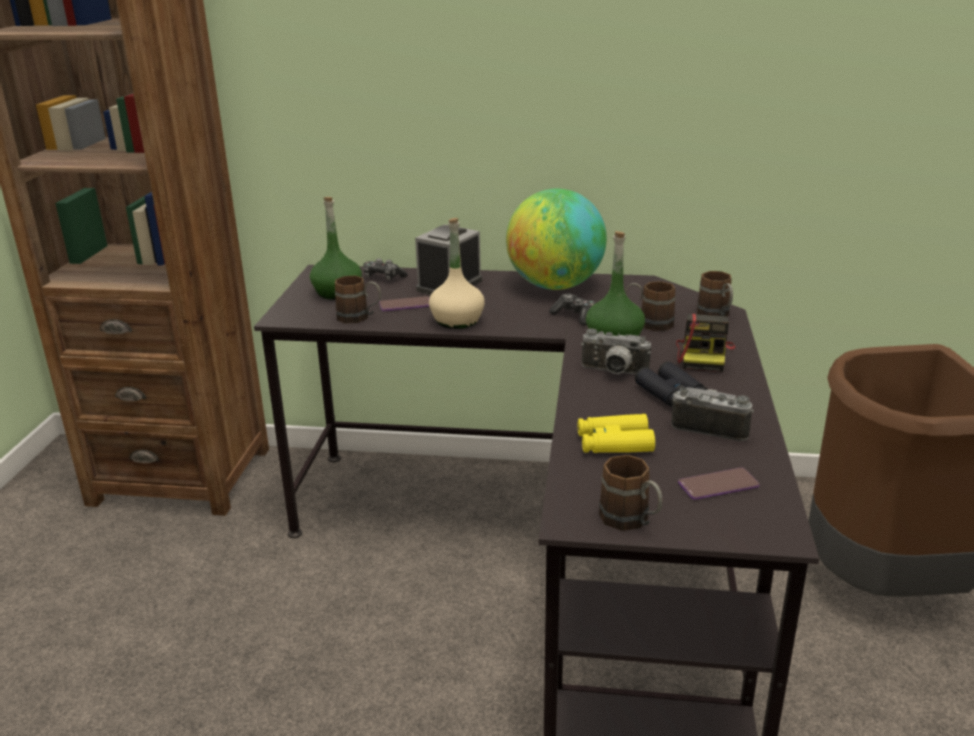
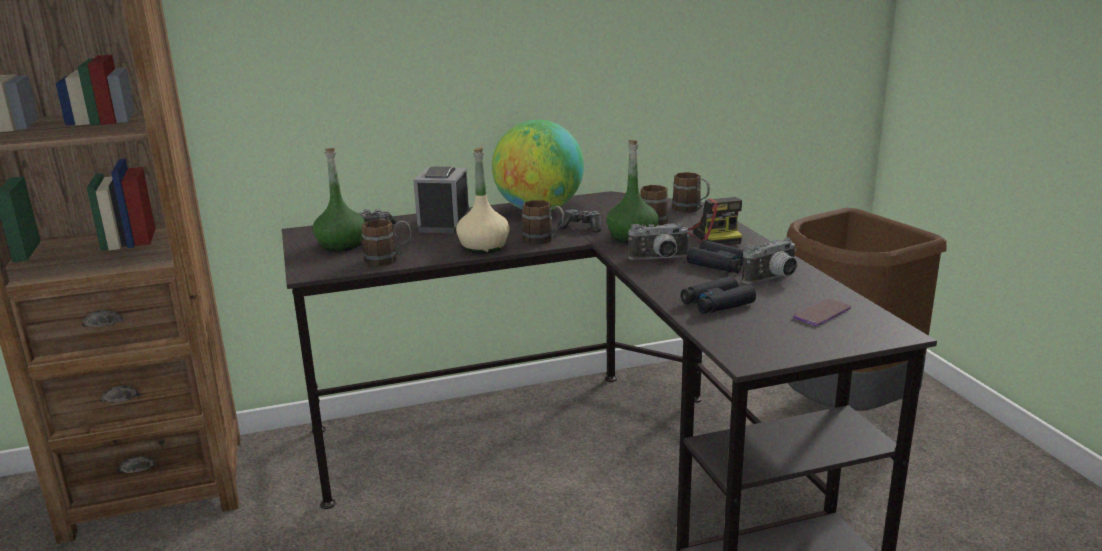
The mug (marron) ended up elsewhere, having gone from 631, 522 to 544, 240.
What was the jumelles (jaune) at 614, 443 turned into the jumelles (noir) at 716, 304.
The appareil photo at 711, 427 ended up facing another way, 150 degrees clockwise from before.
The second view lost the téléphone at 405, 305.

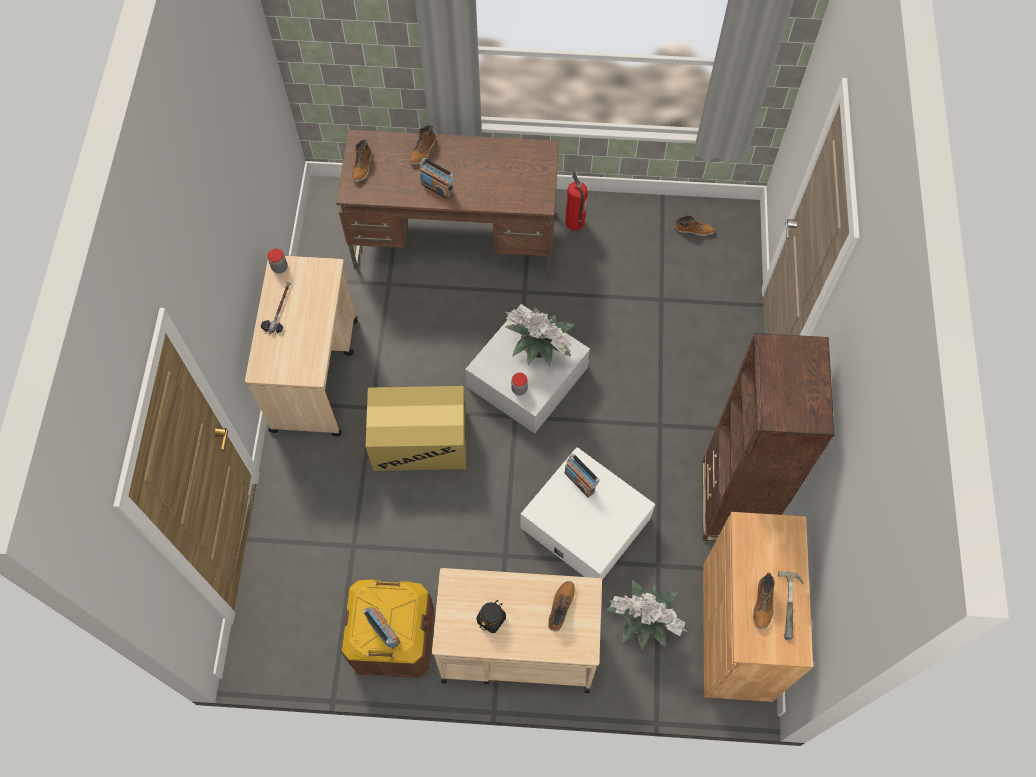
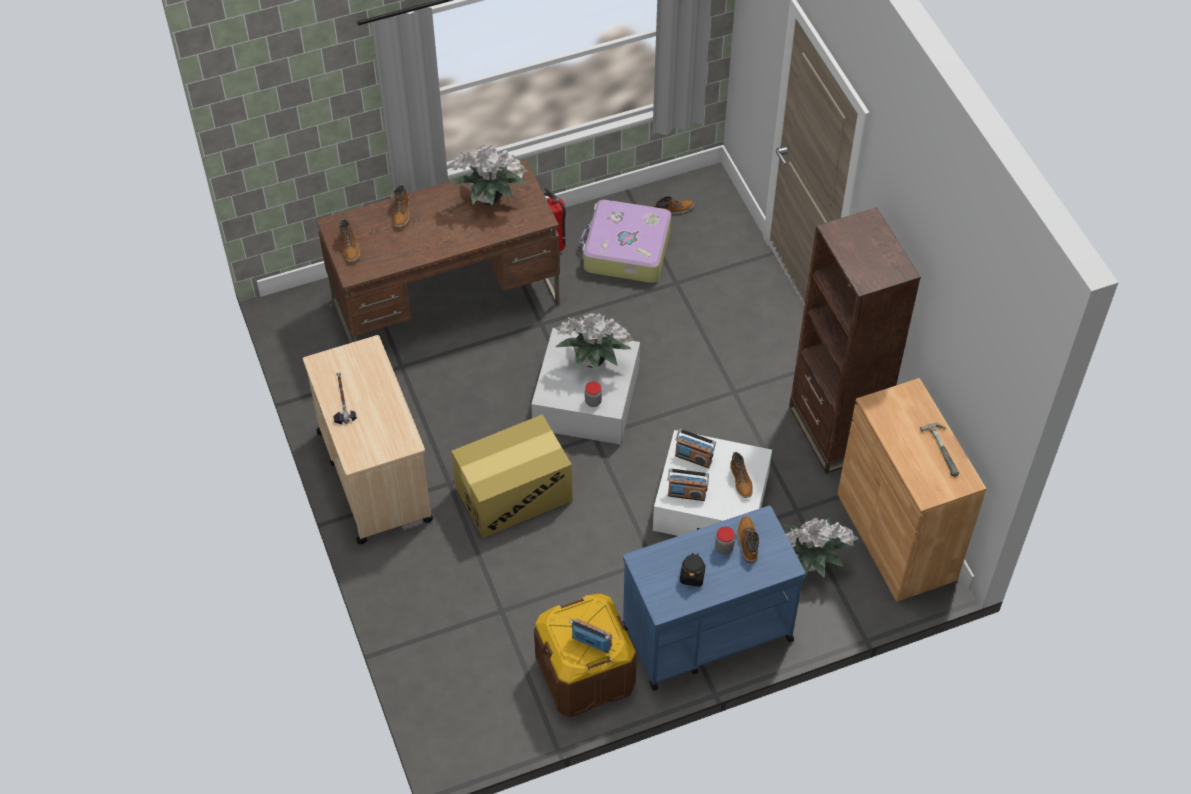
The second view gained the plante en pot at 491, 200.
The second view gained the valise at 625, 250.
What was the chariot (beige) at 516, 648 turned into the chariot (bleu) at 706, 633.
The radio ended up elsewhere, having gone from 437, 188 to 686, 494.
The bocal ended up elsewhere, having gone from 280, 267 to 724, 548.
The botte ended up elsewhere, having gone from 763, 604 to 741, 480.

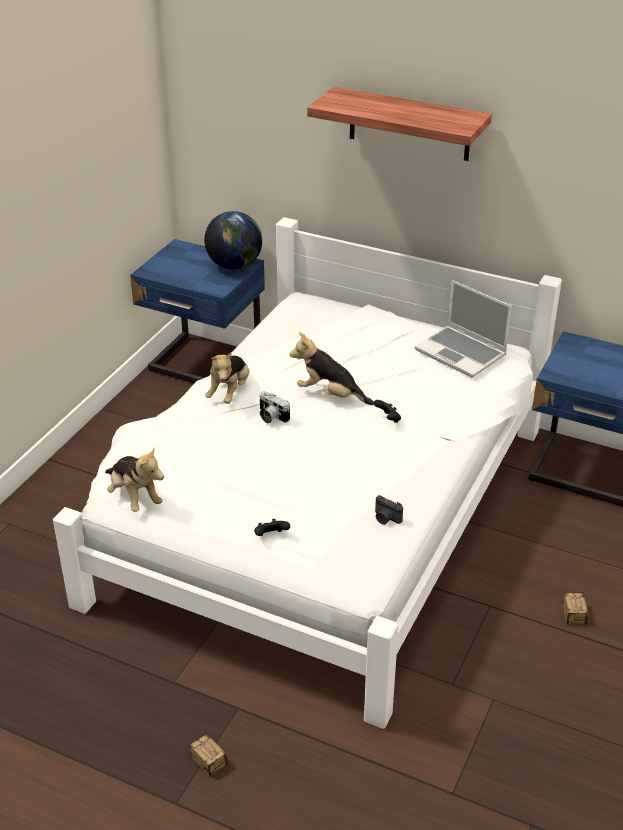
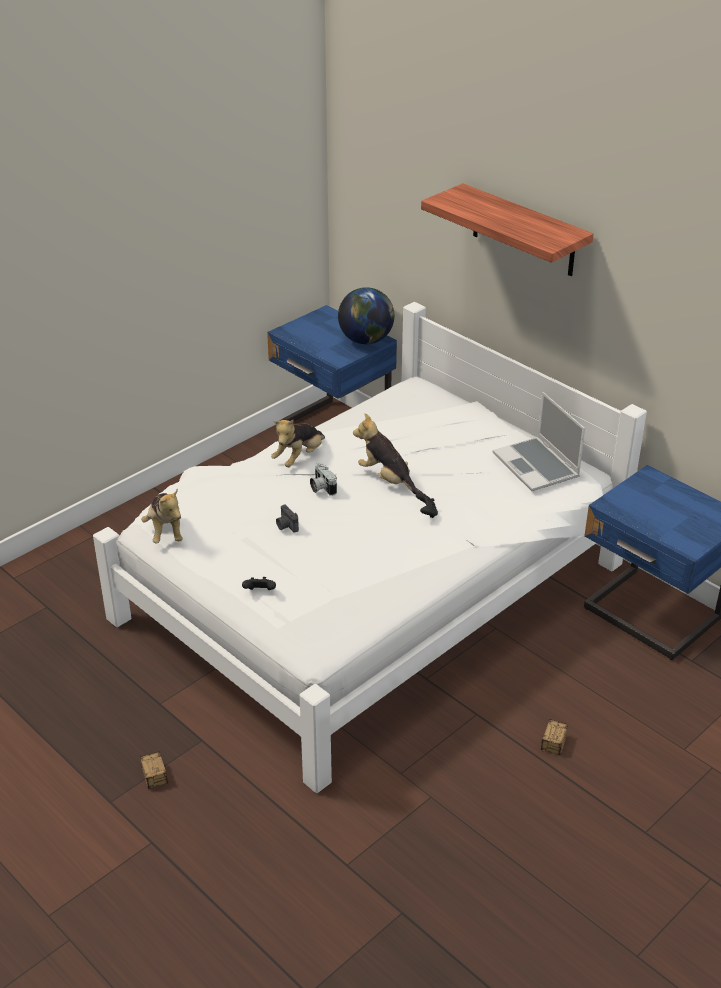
The appareil photo ended up elsewhere, having gone from 386, 518 to 286, 526.

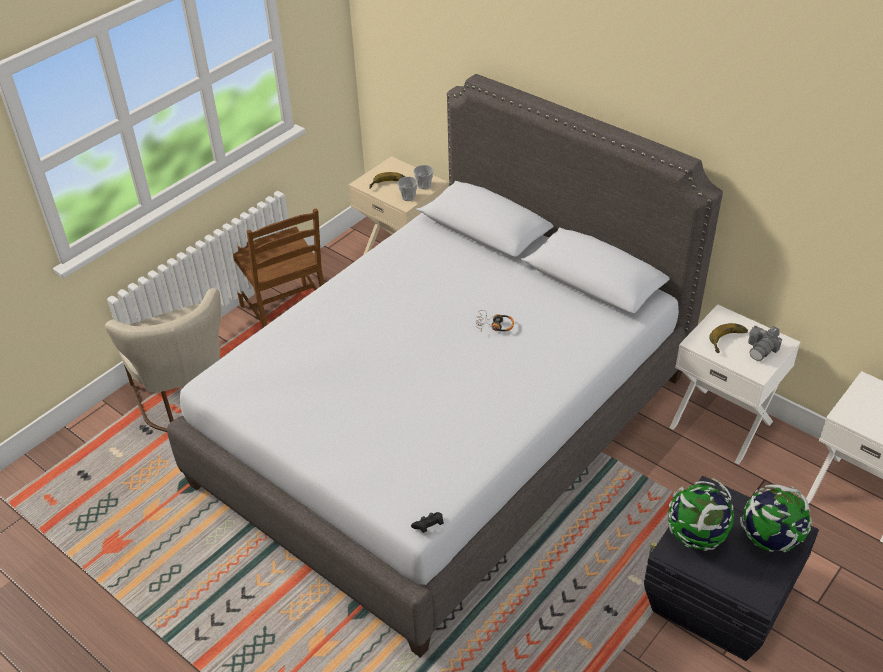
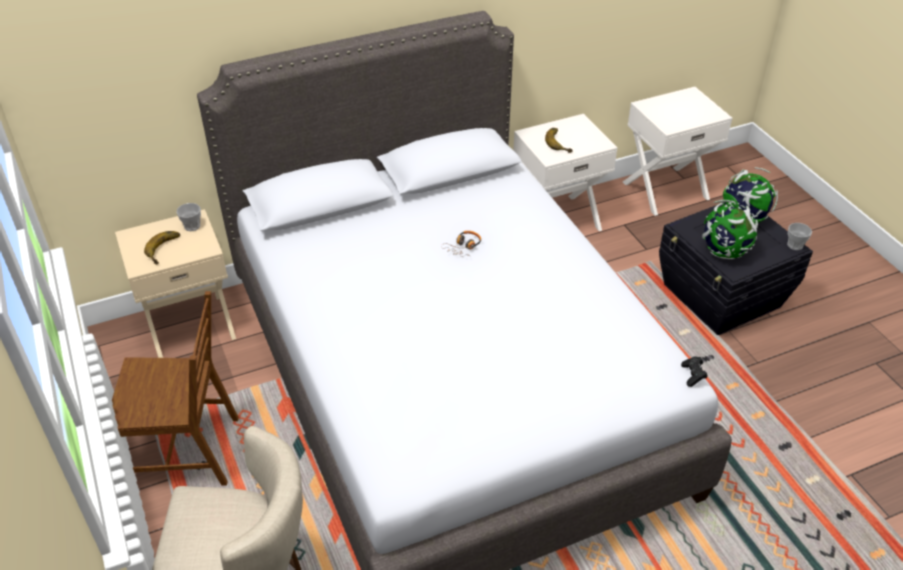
The tasse ended up elsewhere, having gone from 408, 197 to 795, 245.
The second view lost the appareil photo at 762, 349.

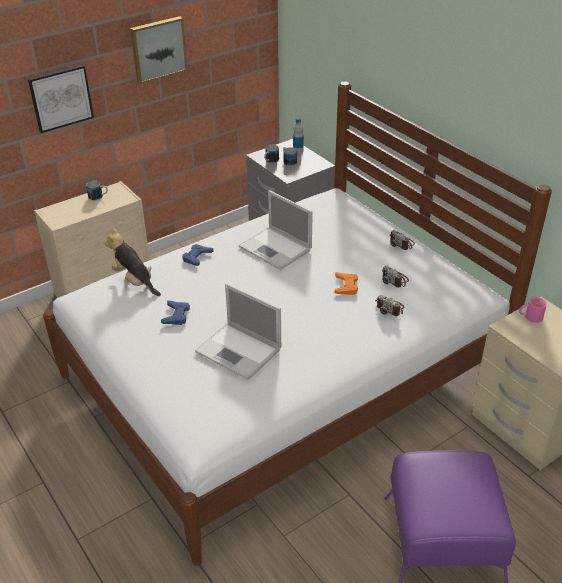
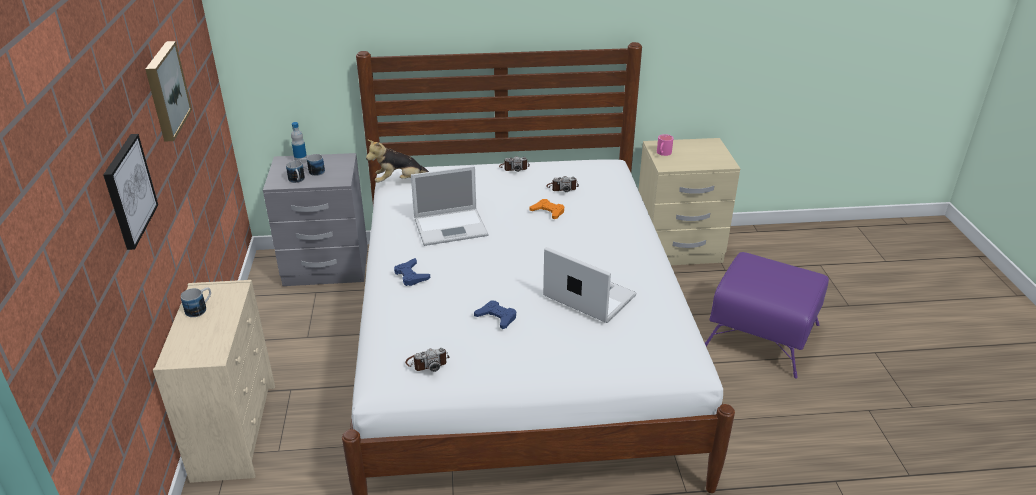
The peluche ended up elsewhere, having gone from 135, 281 to 400, 181.
The appareil photo ended up elsewhere, having gone from 390, 308 to 427, 362.
The ordinateur portable at 240, 351 ended up facing another way, 120 degrees counterclockwise from before.

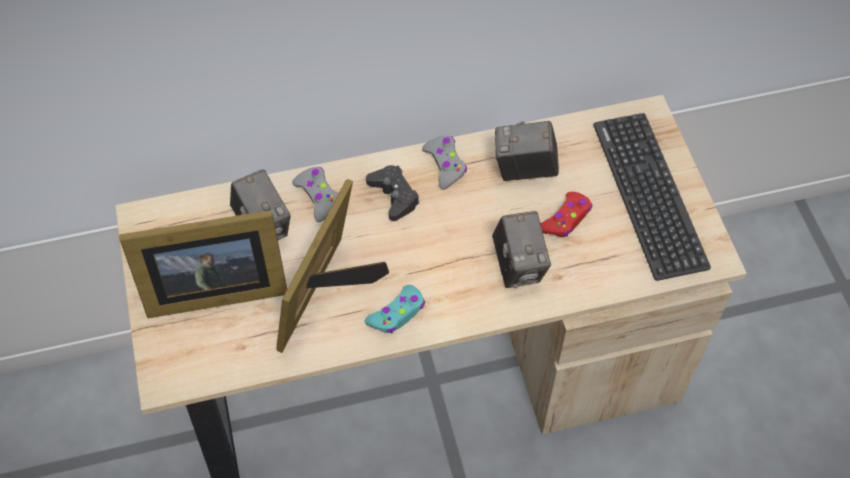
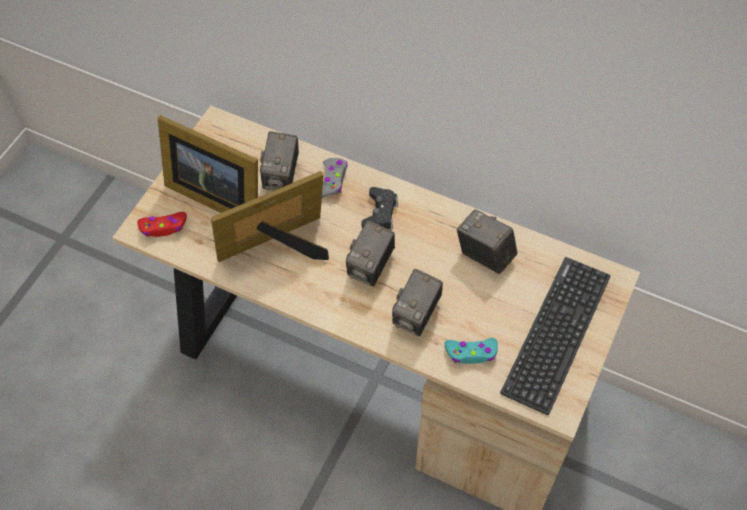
The manette (rouge) ended up elsewhere, having gone from 566, 219 to 163, 227.
The second view gained the appareil photo at 370, 267.
The manette (turquoise) ended up elsewhere, having gone from 397, 314 to 471, 353.
The second view lost the manette (gris) at 445, 165.

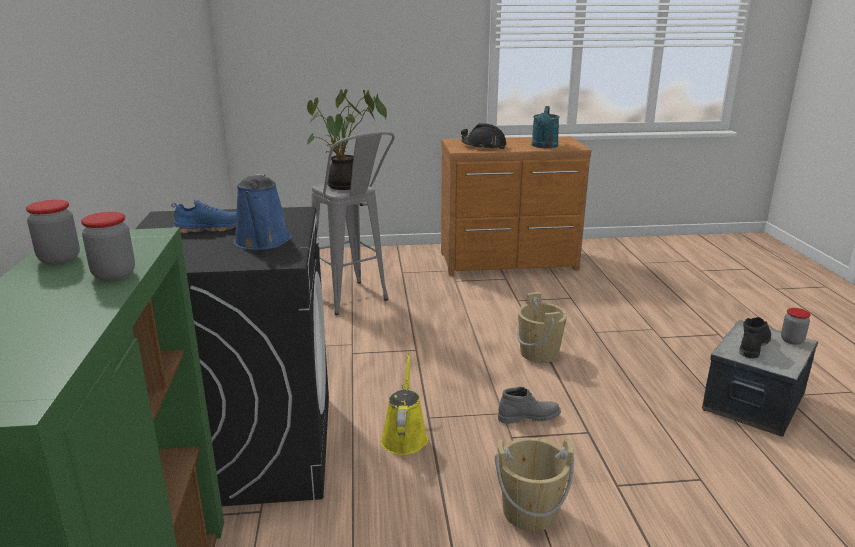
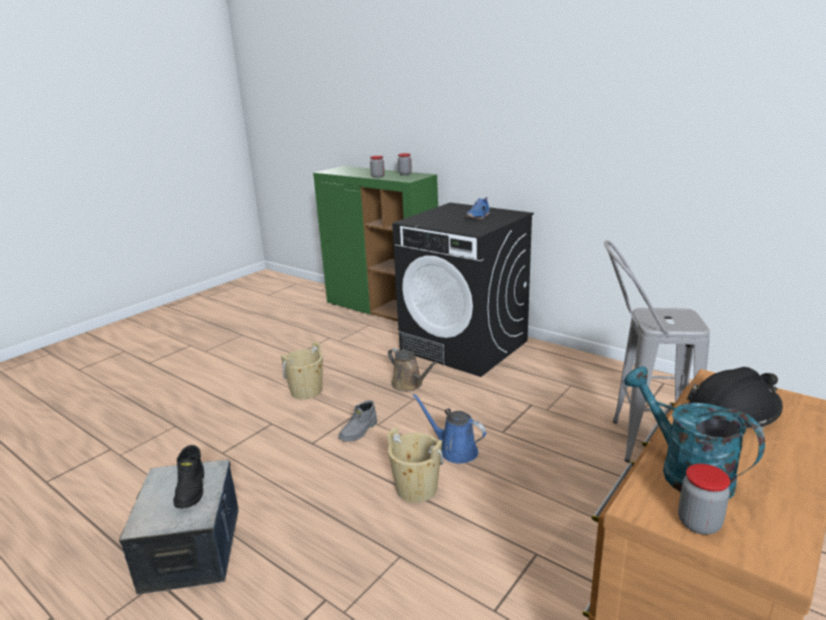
What was the arrosoir (jaune) at 404, 436 turned into the arrosoir (marron) at 409, 384.
The arrosoir (bleu) ended up elsewhere, having gone from 262, 242 to 455, 450.
The bocal ended up elsewhere, having gone from 792, 340 to 699, 523.
The second view lost the plante en pot at 345, 187.

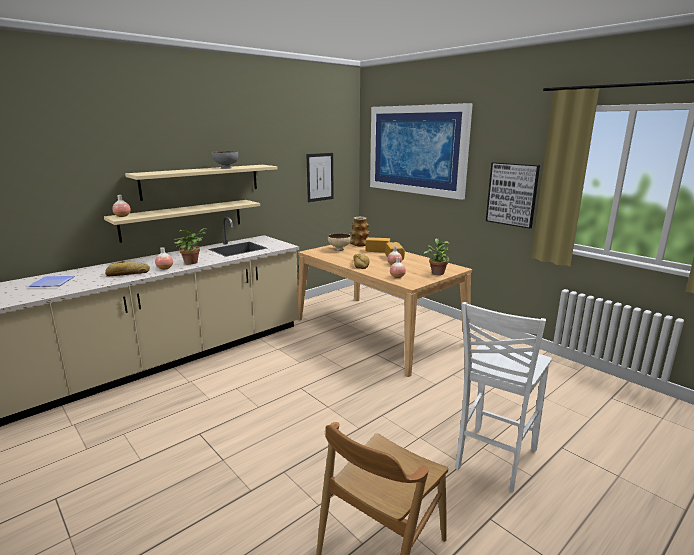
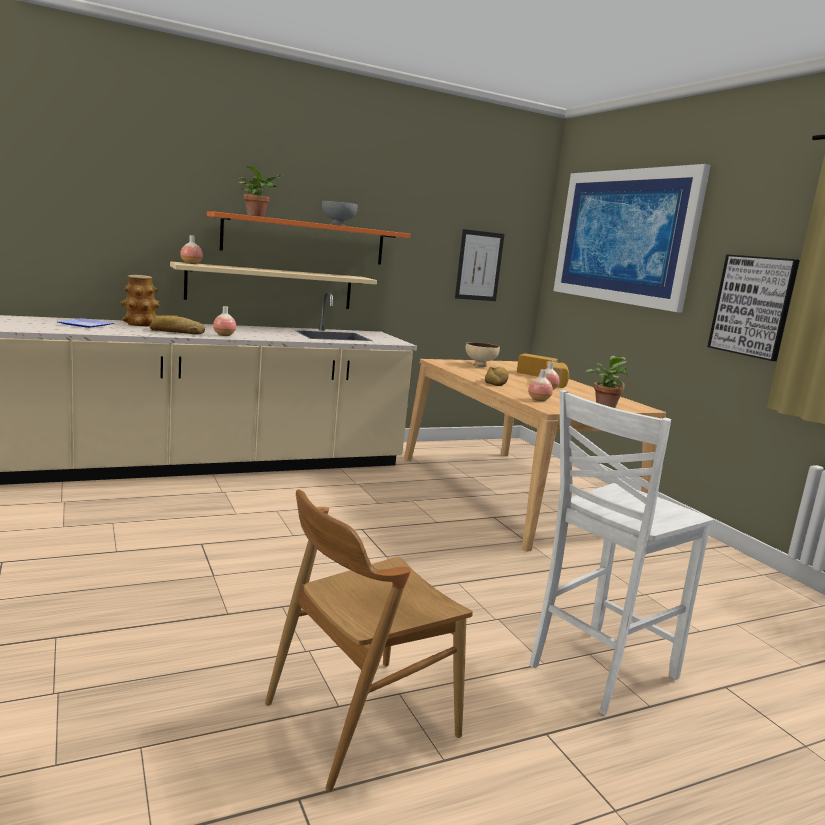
The vase ended up elsewhere, having gone from 360, 244 to 140, 324.
What was the étagère (beige) at 201, 181 turned into the étagère (orange) at 305, 240.
The plante en pot ended up elsewhere, having gone from 192, 262 to 257, 216.

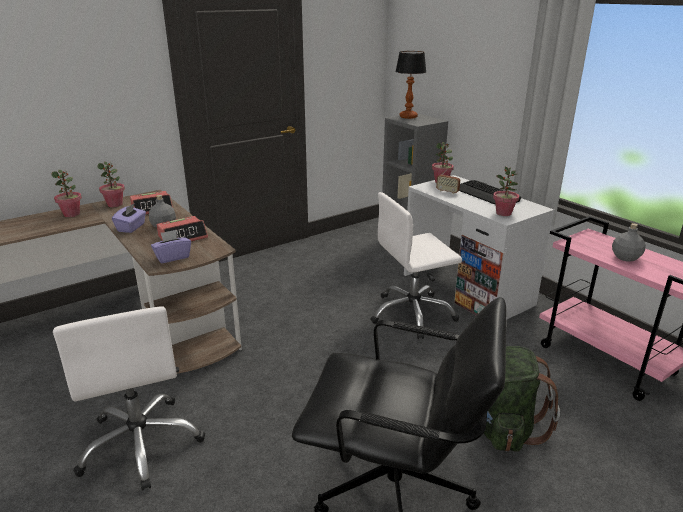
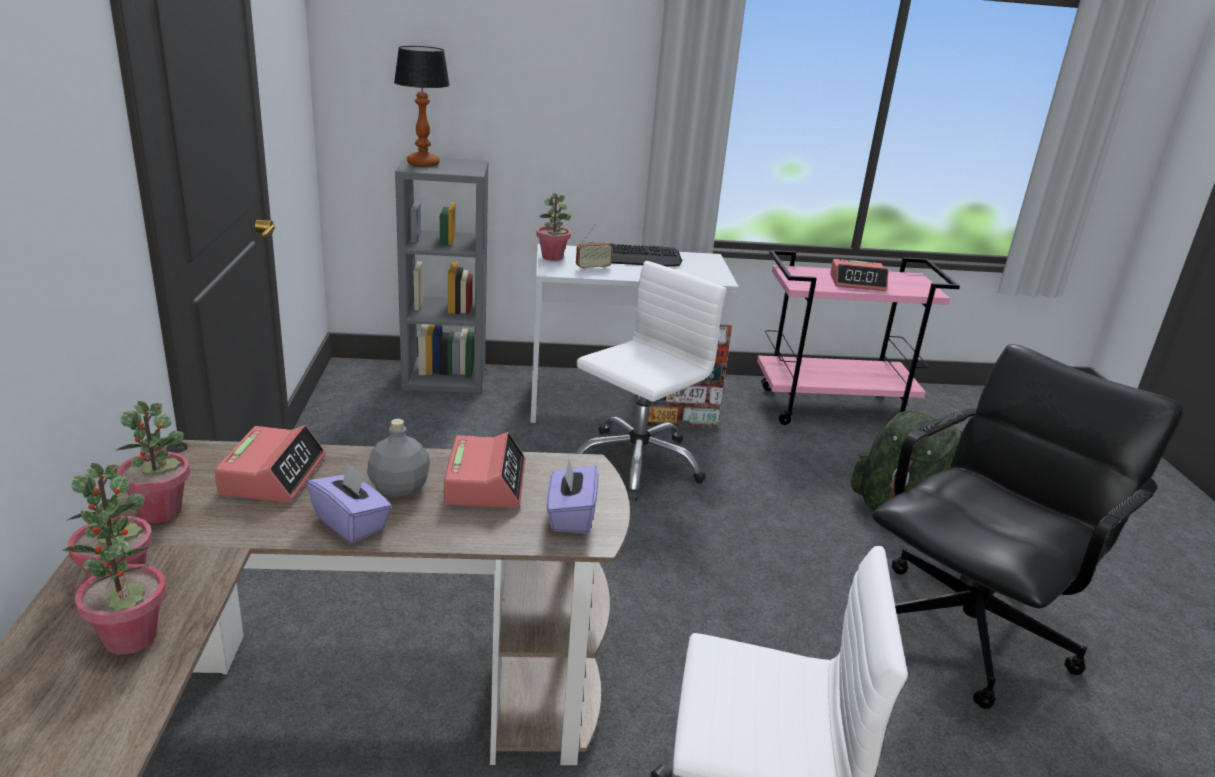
The plante en pot ended up elsewhere, having gone from 503, 213 to 131, 638.
The chaise de bureau (blanc) at 412, 314 ended up facing another way, 150 degrees counterclockwise from before.
Where the bouteille (gris) stood at 626, 258, the réveil came to stand at 857, 283.

